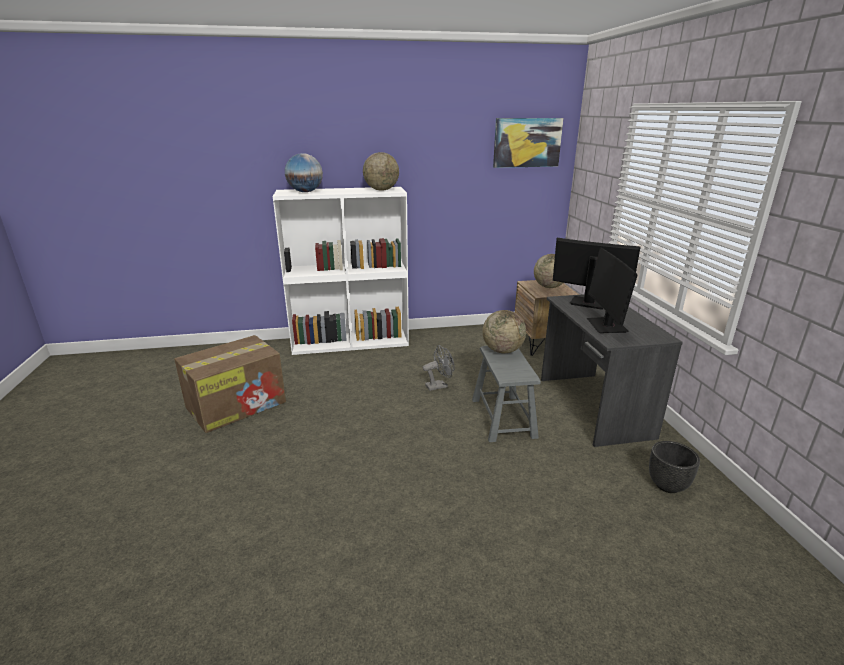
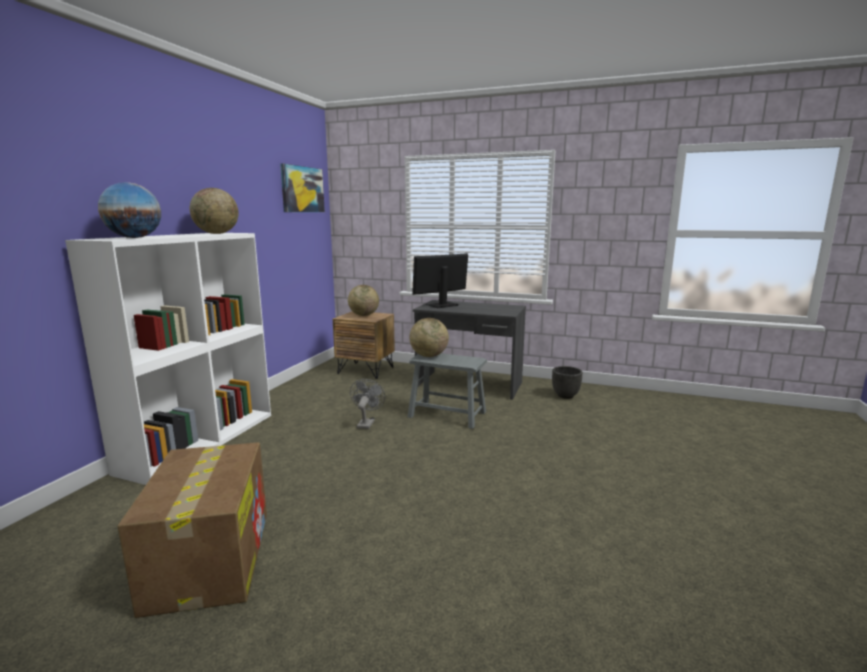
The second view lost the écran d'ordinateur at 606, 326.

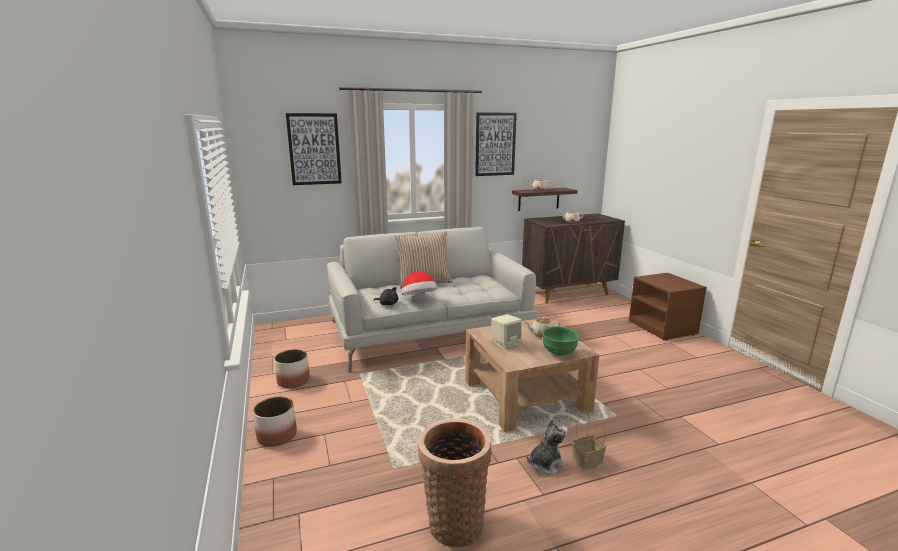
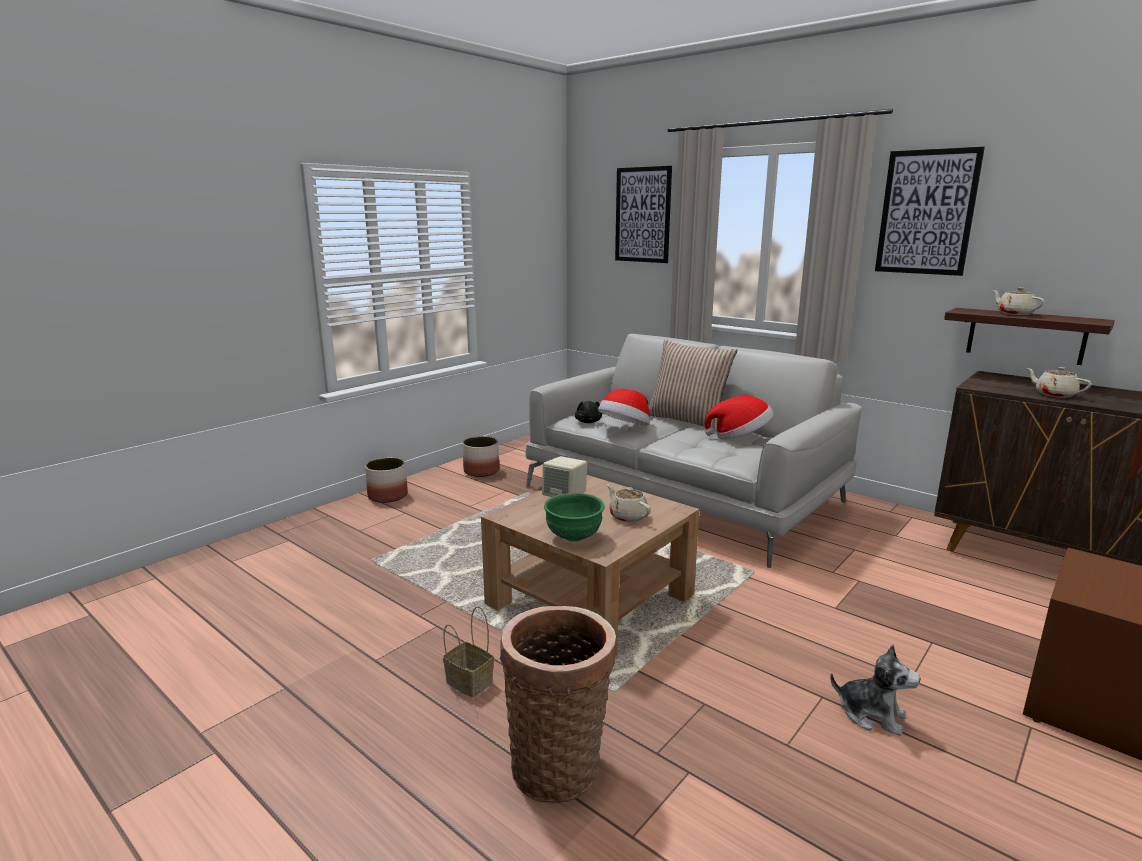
The panier ended up elsewhere, having gone from 454, 521 to 558, 764.
The second view gained the chapeau at 740, 437.
The peluche ended up elsewhere, having gone from 546, 464 to 871, 714.

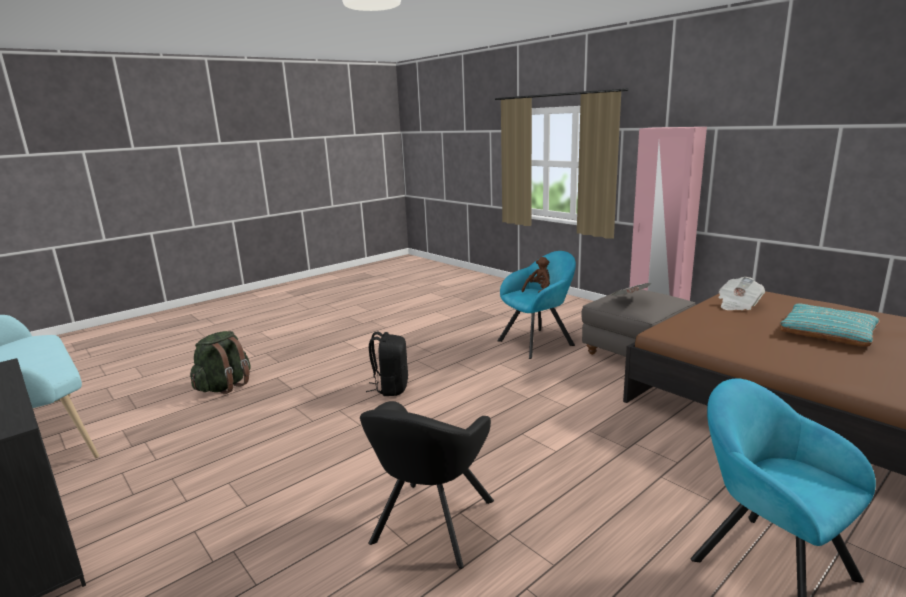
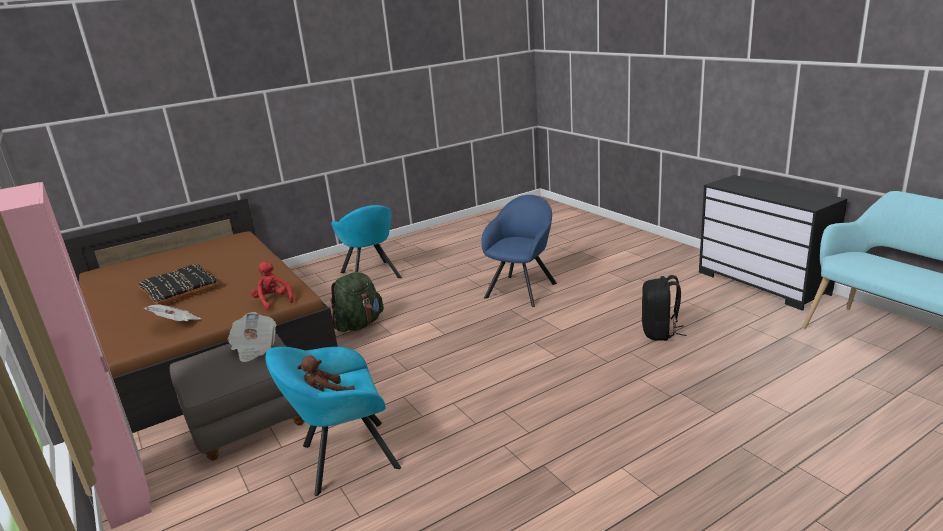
What was the coussin (turquoise) at 828, 331 turned into the coussin (noir) at 180, 290.
The second view gained the peluche (rouge) at 273, 301.
The sac à dos (vert) ended up elsewhere, having gone from 224, 386 to 359, 325.
What was the fauteuil (noir) at 430, 526 turned into the fauteuil (bleu) at 522, 288.
The sac à dos (noir) ended up elsewhere, having gone from 391, 388 to 660, 332.

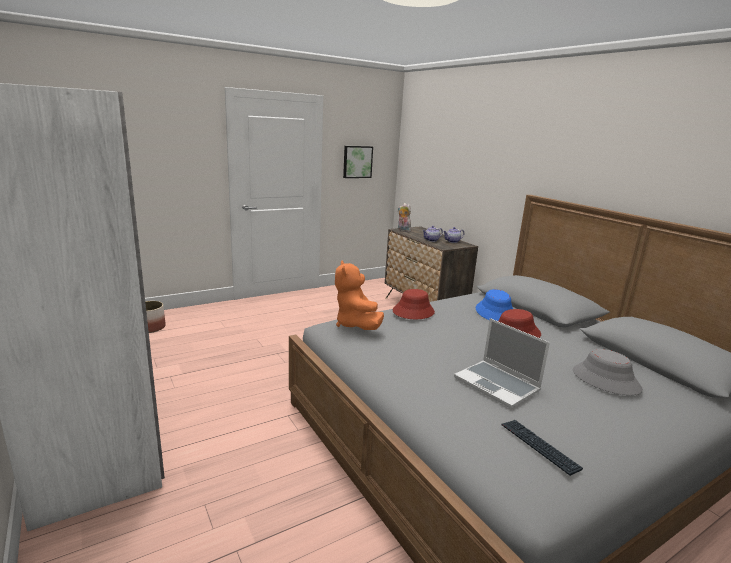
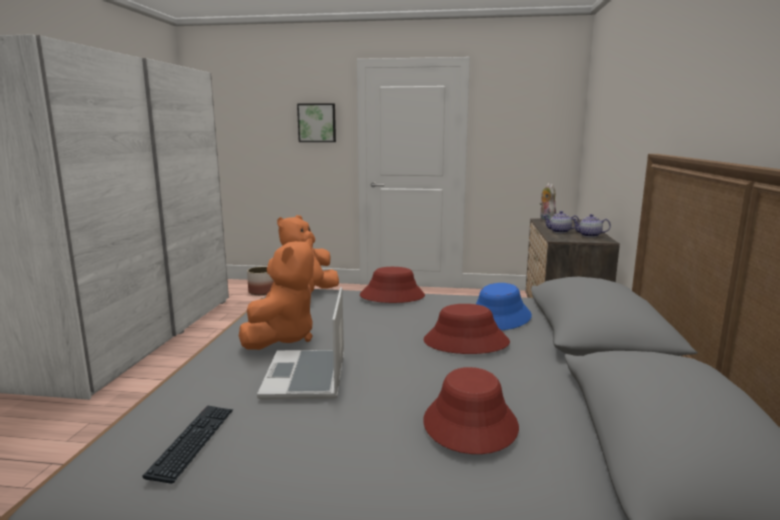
The second view gained the peluche (orange) at 282, 337.
The tableau ended up elsewhere, having gone from 357, 162 to 317, 123.
What was the chapeau (gris) at 605, 380 turned into the chapeau (rouge) at 469, 424.

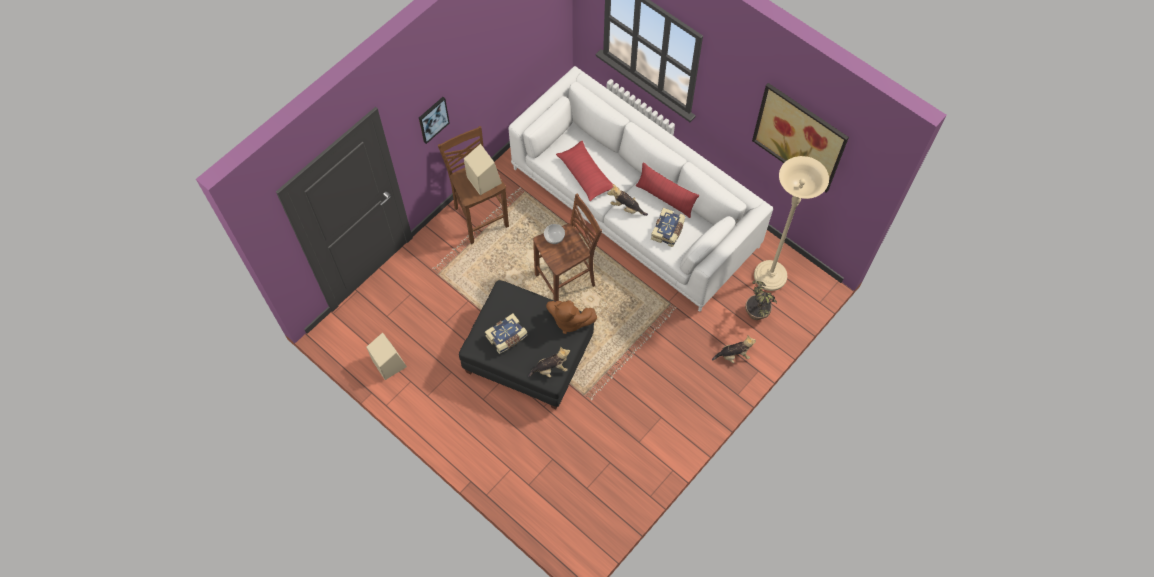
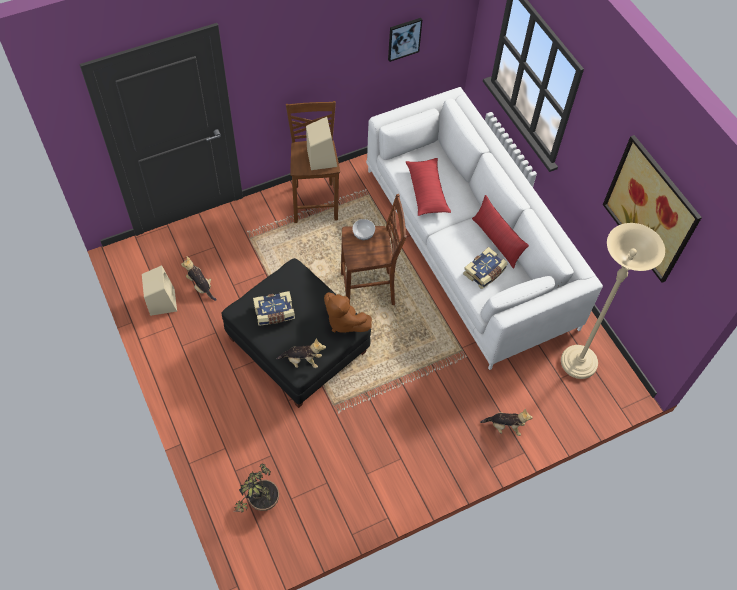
The peluche ended up elsewhere, having gone from 626, 208 to 200, 286.
The plante en pot ended up elsewhere, having gone from 755, 318 to 260, 507.
The tableau ended up elsewhere, having gone from 433, 119 to 404, 38.

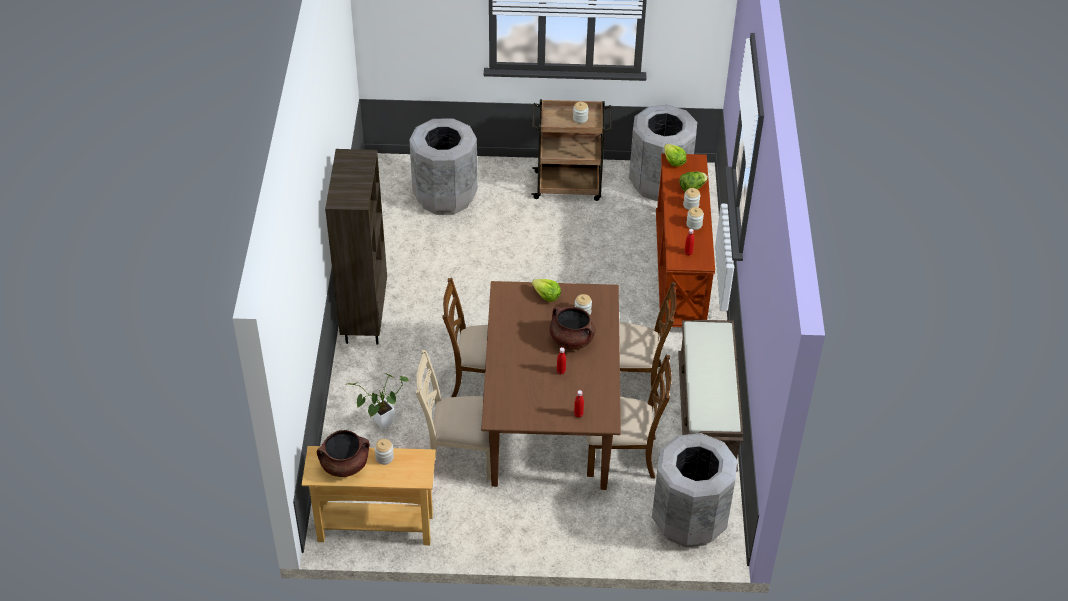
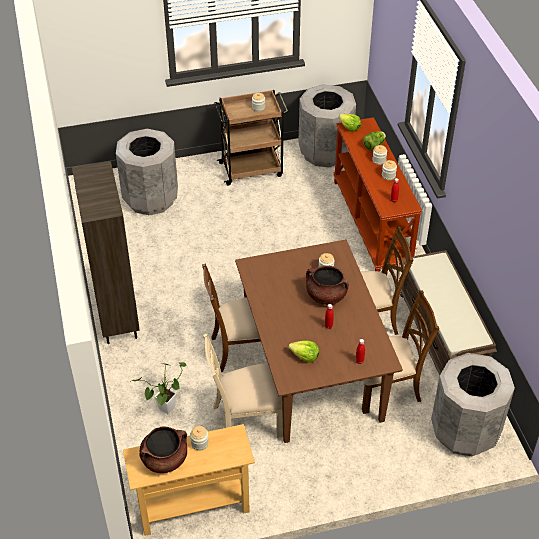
The laitue ended up elsewhere, having gone from 546, 296 to 304, 356.

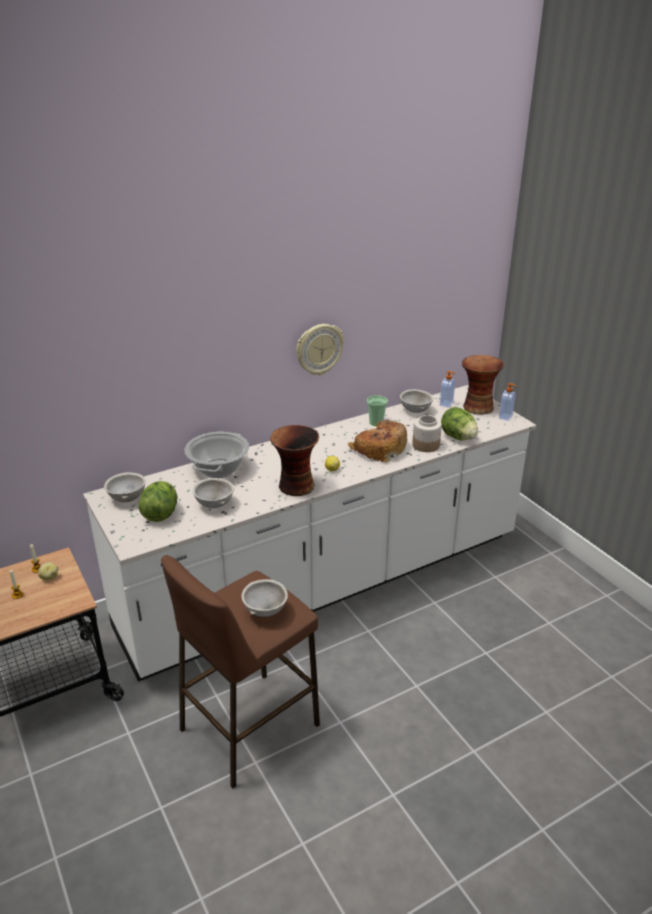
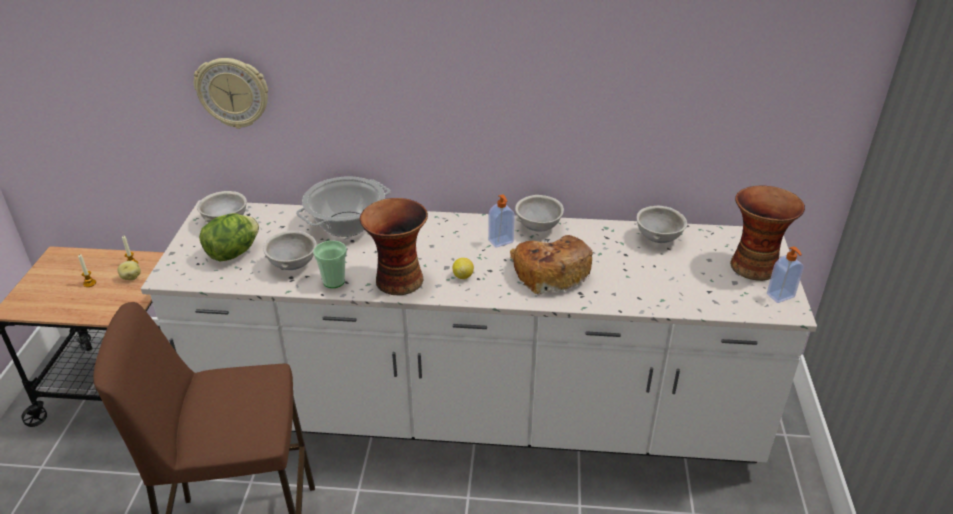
The horloge murale ended up elsewhere, having gone from 319, 349 to 233, 92.
The tasse ended up elsewhere, having gone from 376, 422 to 334, 281.
The distributeur de savon ended up elsewhere, having gone from 446, 404 to 501, 242.
The bol (gris) ended up elsewhere, having gone from 266, 611 to 539, 228.
The second view lost the bocal at 426, 445.
The second view lost the laitue at 458, 437.

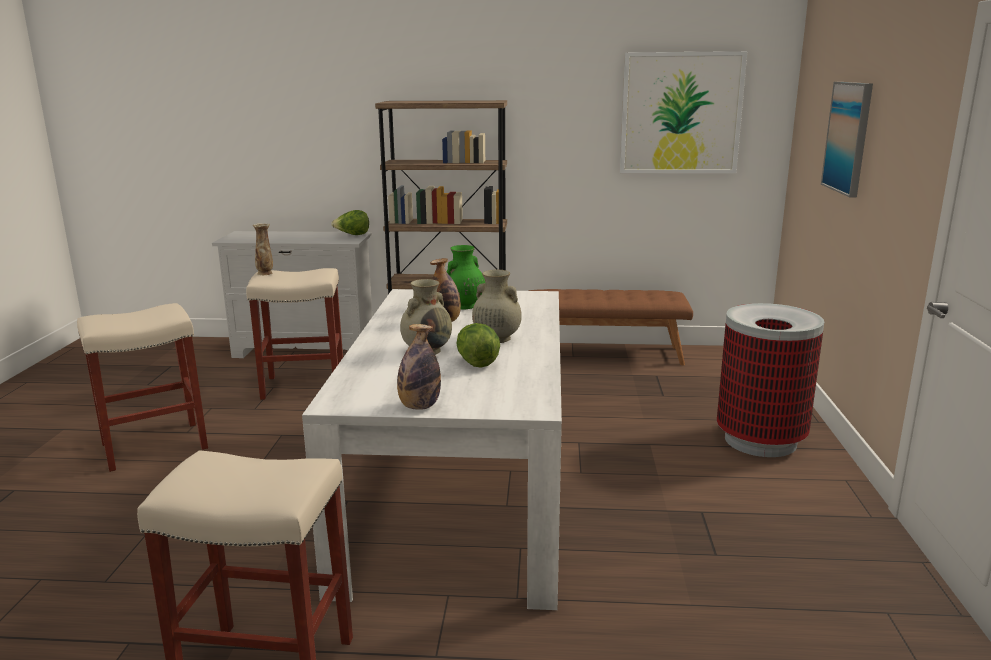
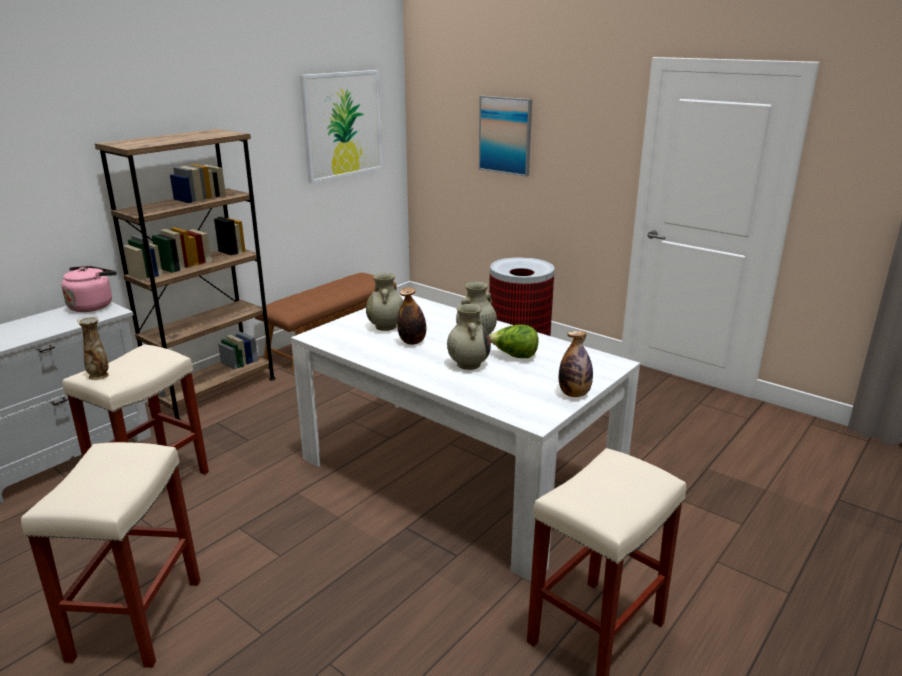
Where the laitue stood at 352, 235, the bouilloire (rose) came to stand at 93, 306.
What was the vase (vert) at 463, 306 turned into the vase (beige) at 386, 327.

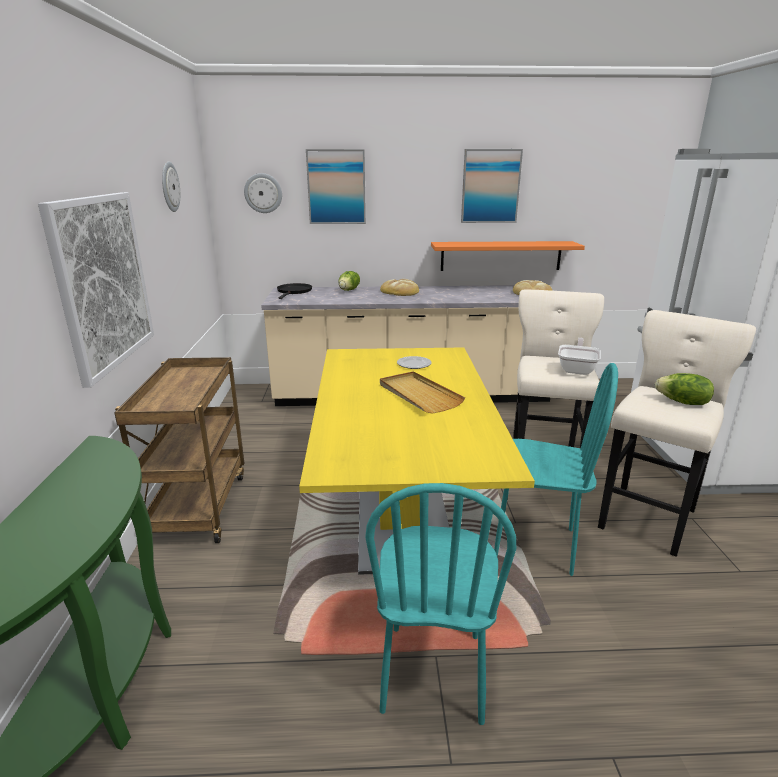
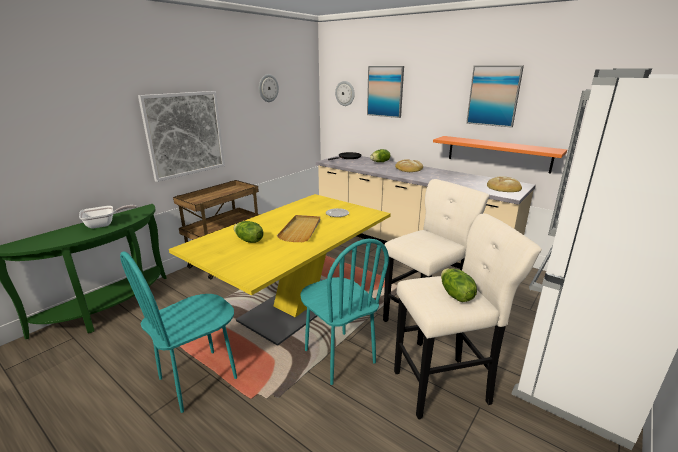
The poêle ended up elsewhere, having gone from 577, 369 to 104, 224.
The second view gained the laitue at 249, 240.

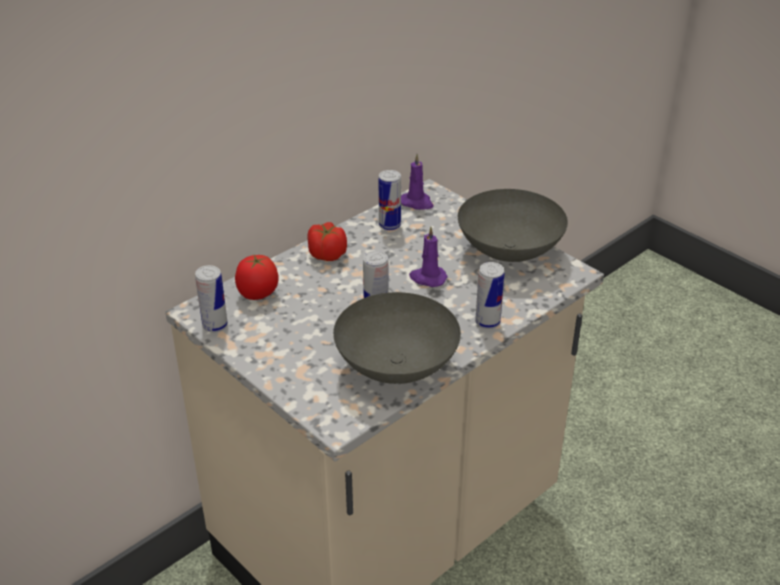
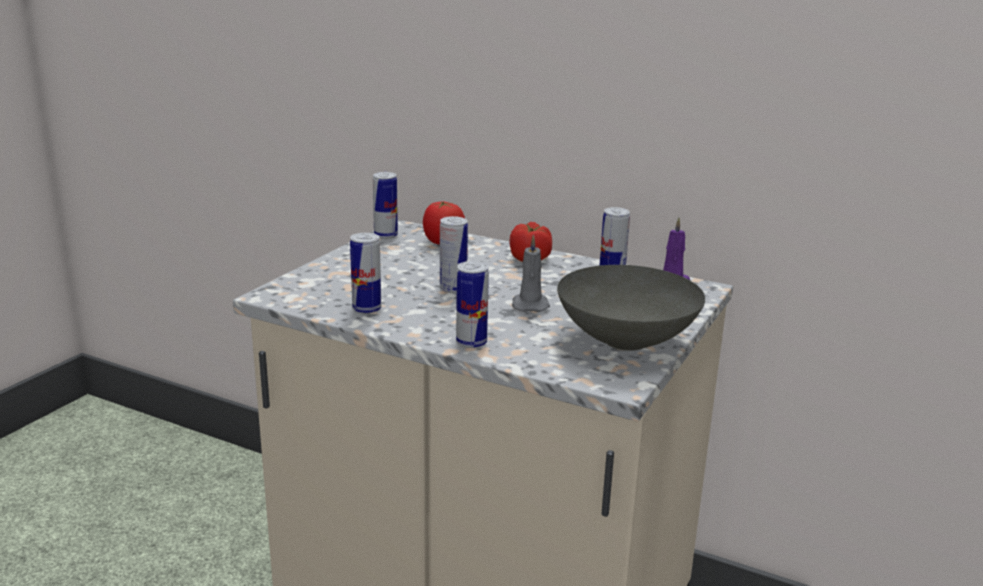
Where the bol (gris) stood at 398, 366, the boîte métallique came to stand at 366, 309.
What was the bougie (violet) at 427, 278 turned into the bougie (gris) at 530, 305.

